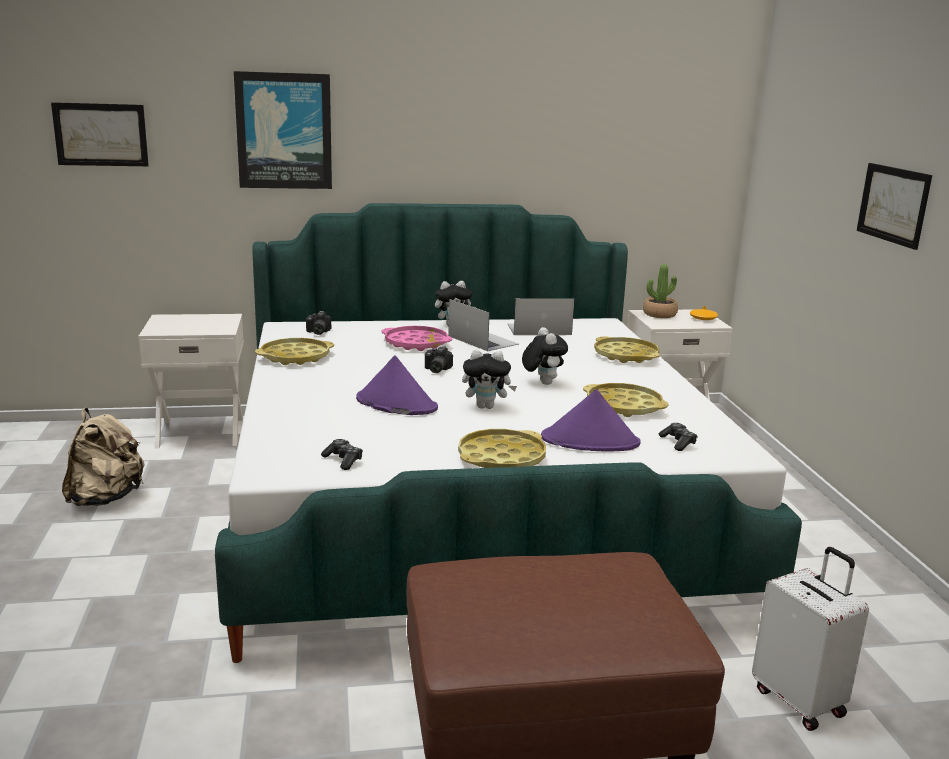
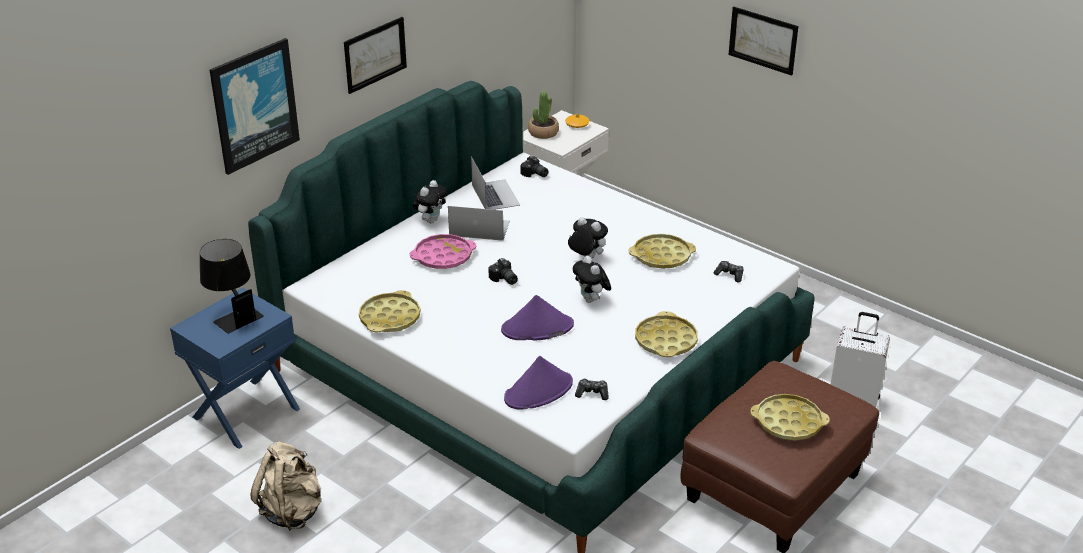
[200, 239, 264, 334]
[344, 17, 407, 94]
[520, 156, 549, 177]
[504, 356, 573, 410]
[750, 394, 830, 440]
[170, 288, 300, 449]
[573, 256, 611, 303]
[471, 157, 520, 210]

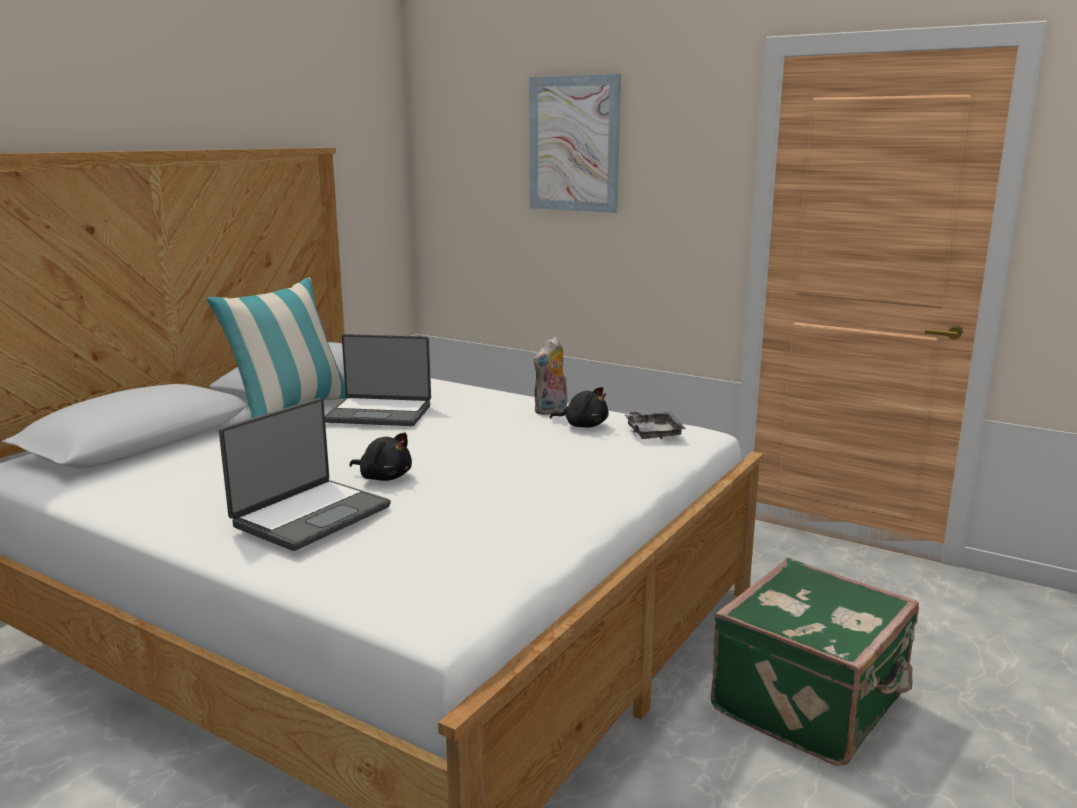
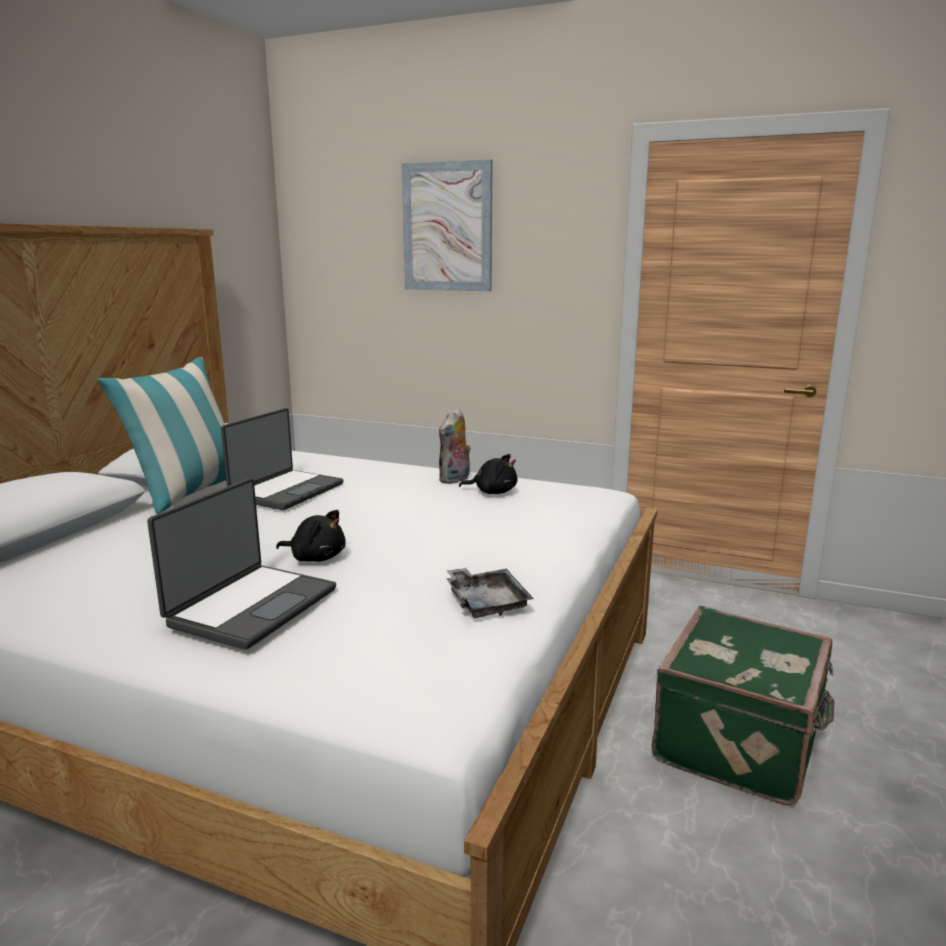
[446, 568, 534, 618]
[221, 408, 343, 510]

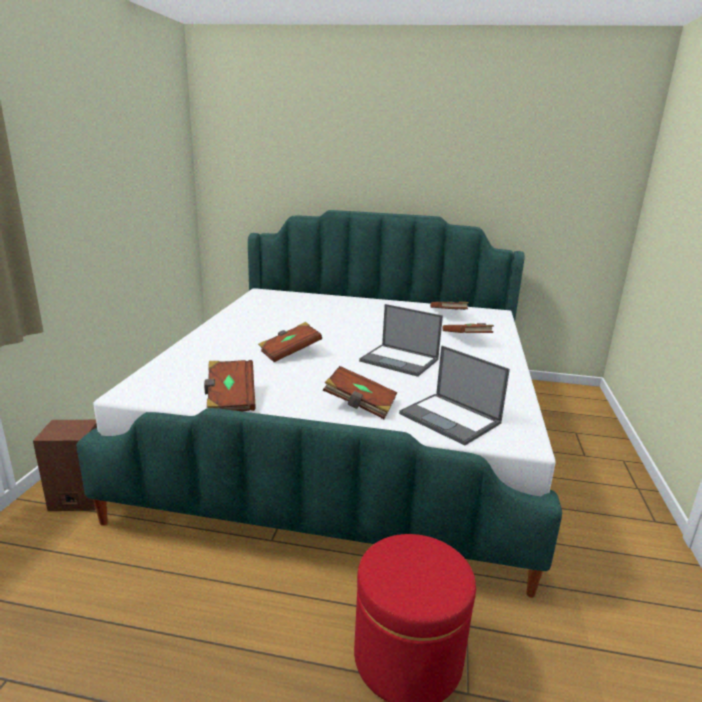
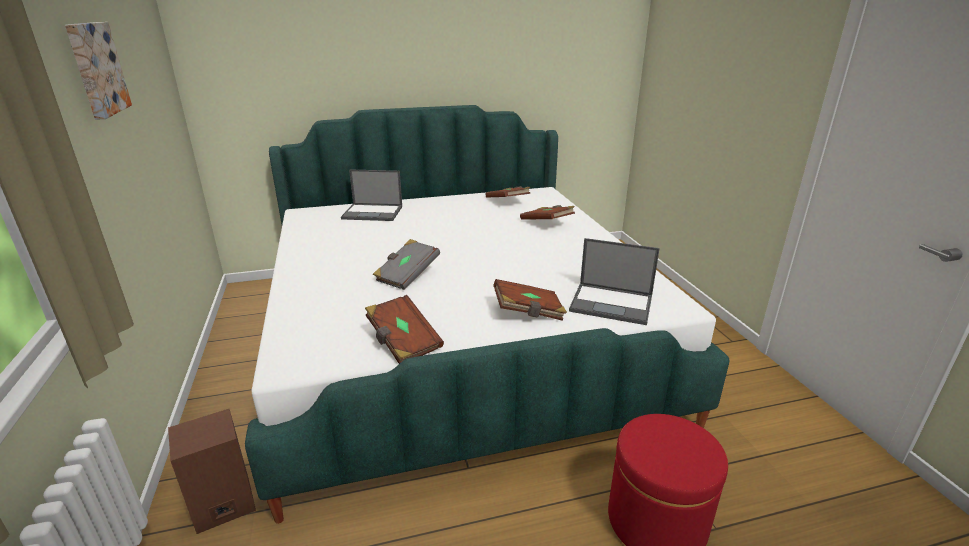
[65, 22, 132, 120]
[341, 169, 402, 221]
[373, 239, 440, 290]

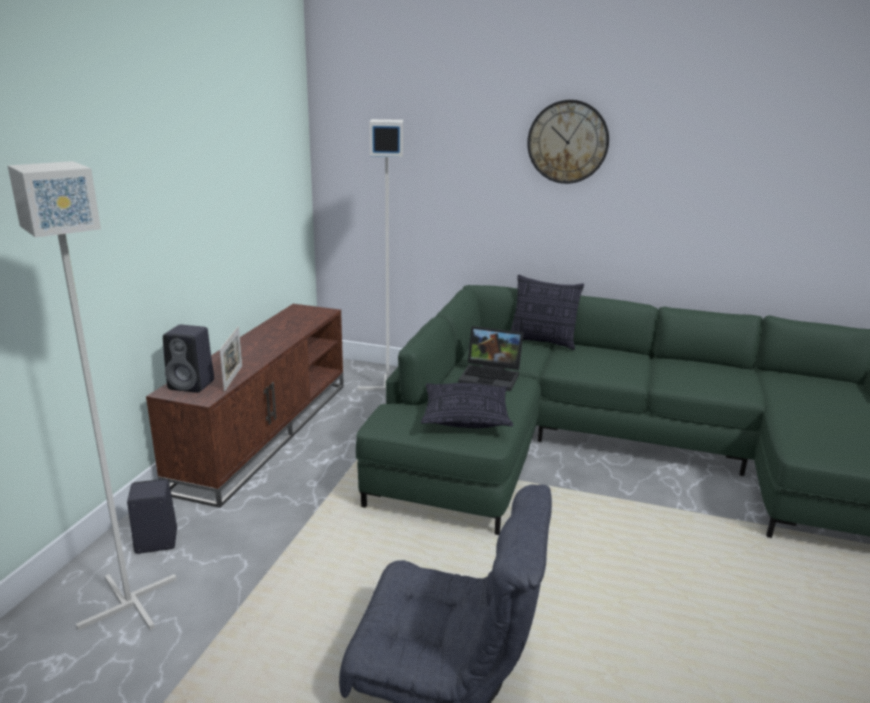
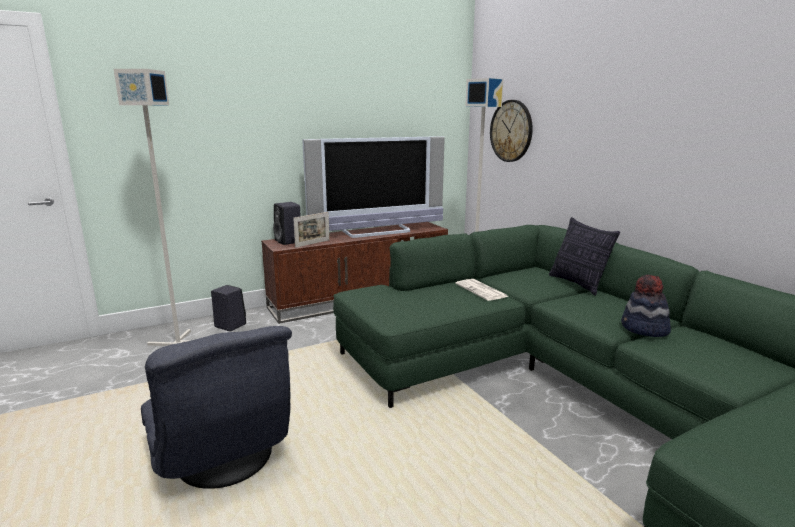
[421, 383, 513, 428] (first image)
[302, 136, 445, 238]
[621, 275, 671, 337]
[490, 100, 533, 162]
[455, 279, 509, 301]

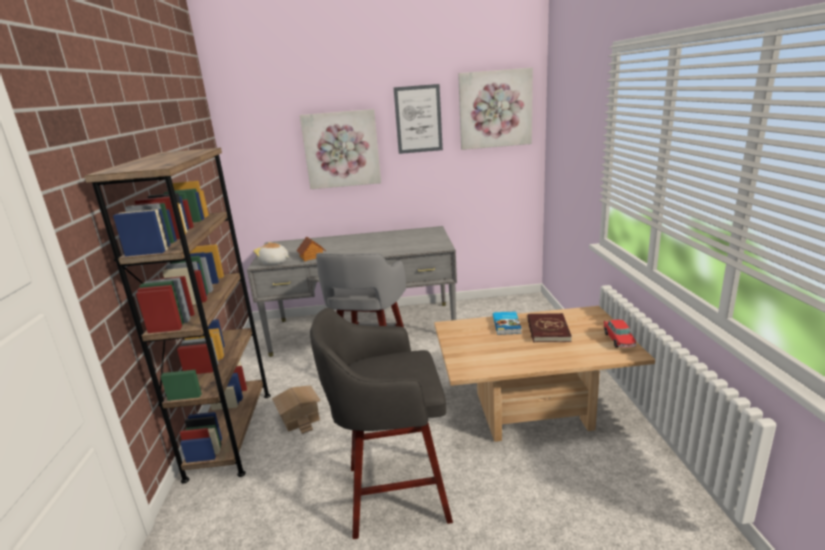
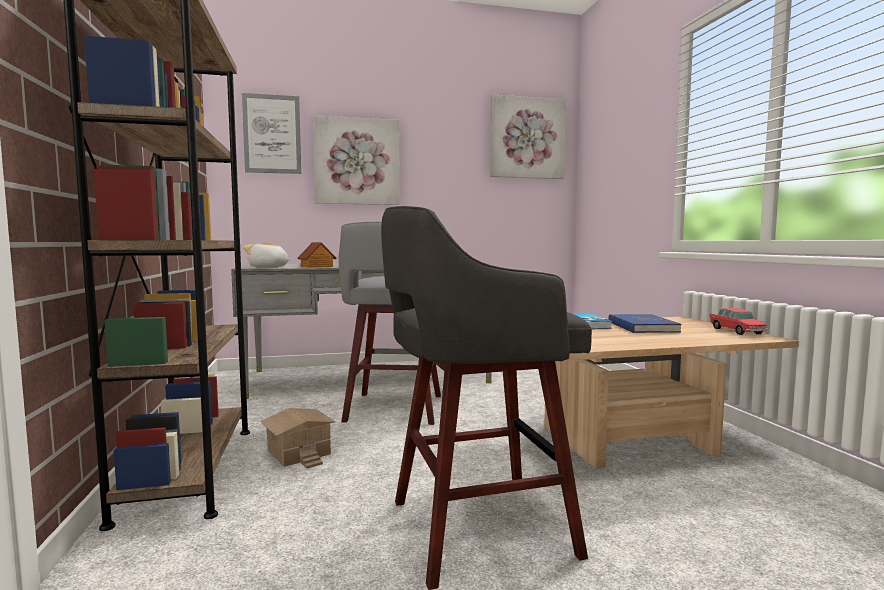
[242, 93, 301, 174]
[608, 314, 681, 333]

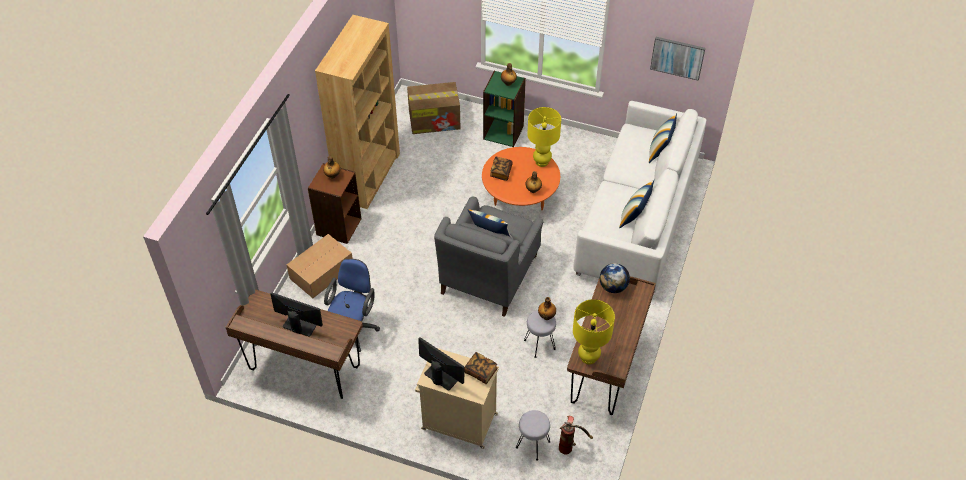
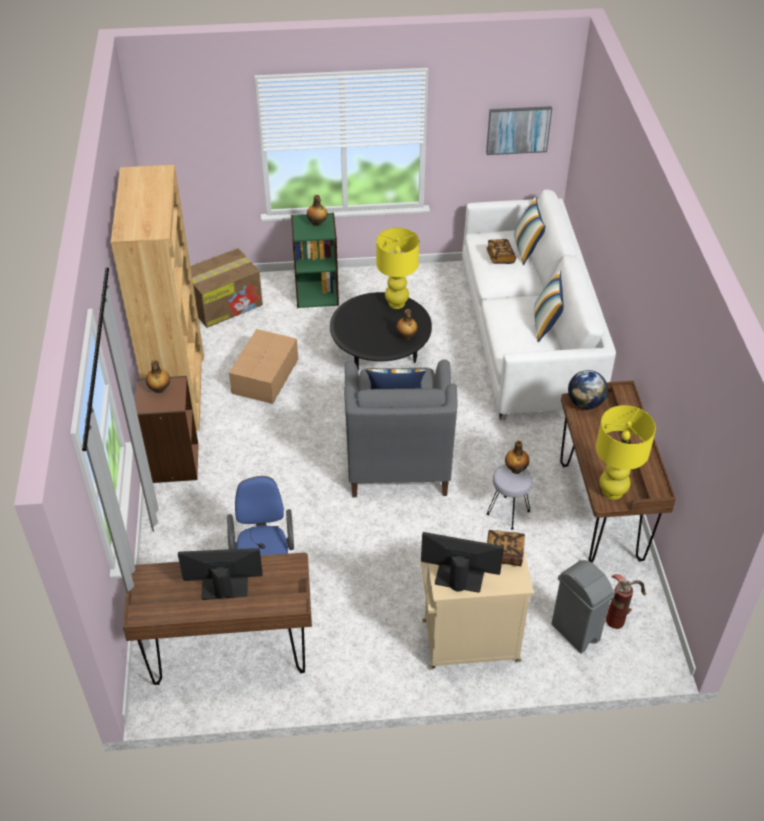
[229, 329, 298, 404]
[486, 239, 516, 264]
[552, 560, 615, 653]
[330, 292, 432, 371]

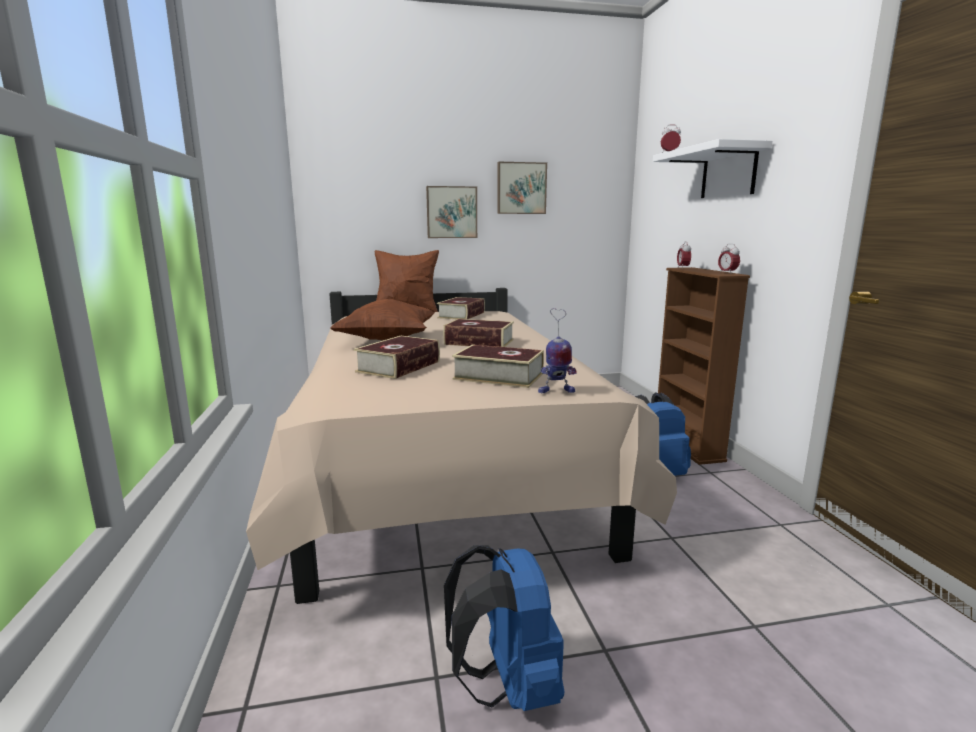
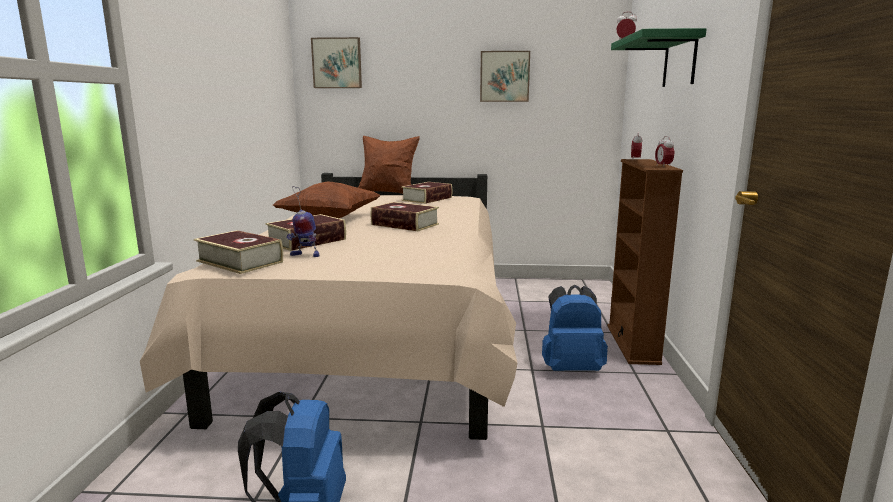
[311, 37, 362, 88]
[194, 230, 283, 274]
[286, 186, 319, 257]
[611, 28, 707, 87]

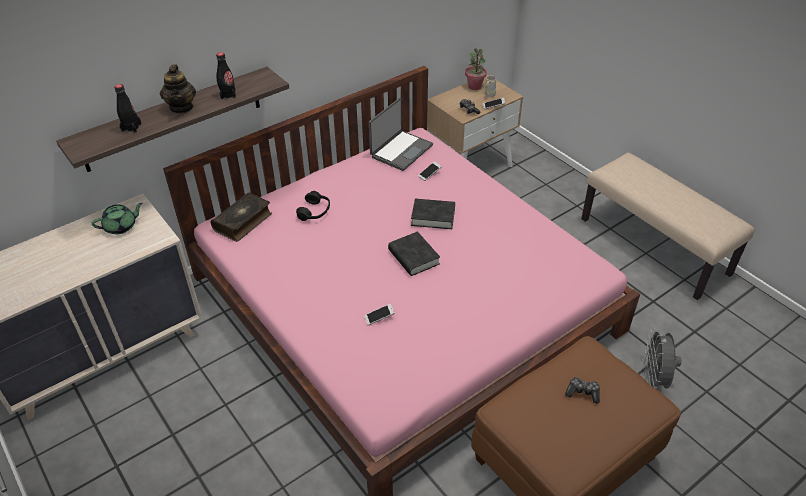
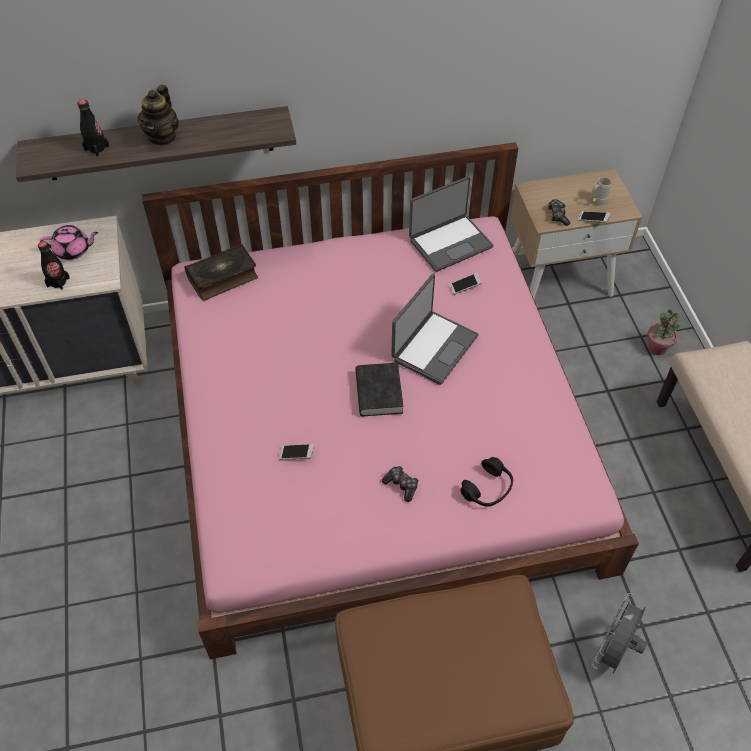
[38, 241, 70, 290]
[460, 457, 513, 506]
[647, 309, 681, 355]
[382, 466, 418, 502]
[391, 274, 478, 385]
[40, 225, 98, 260]

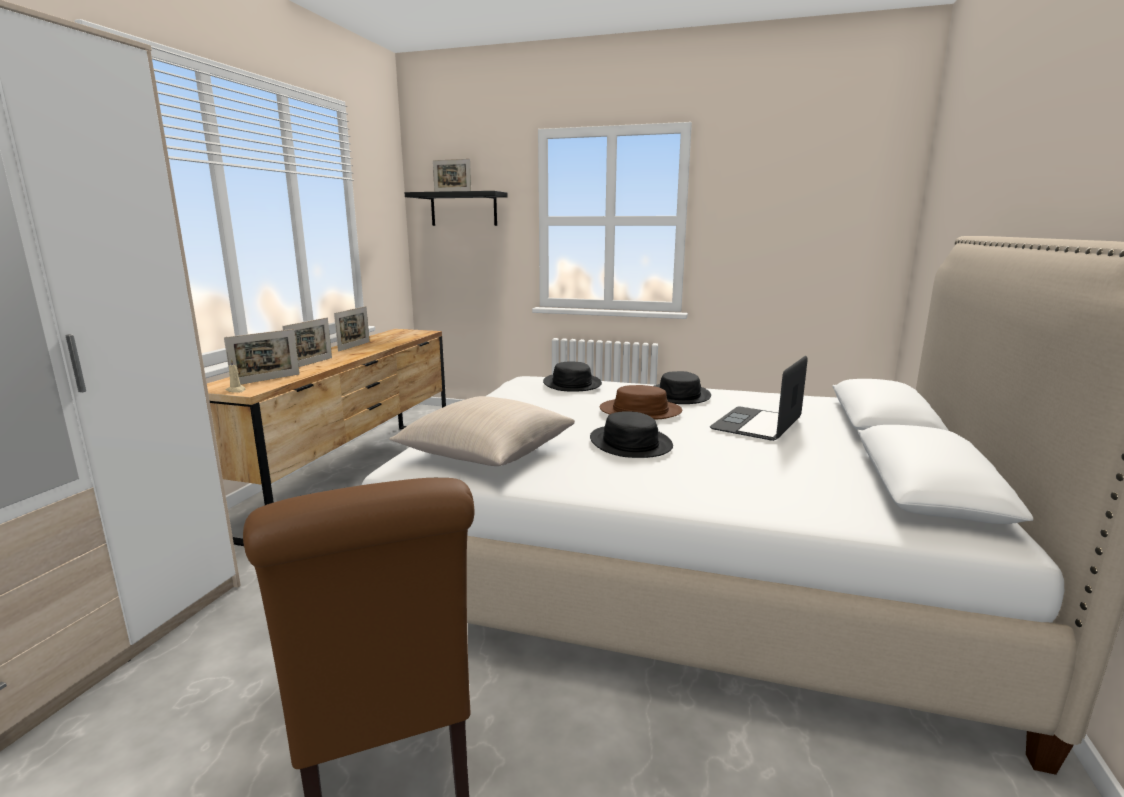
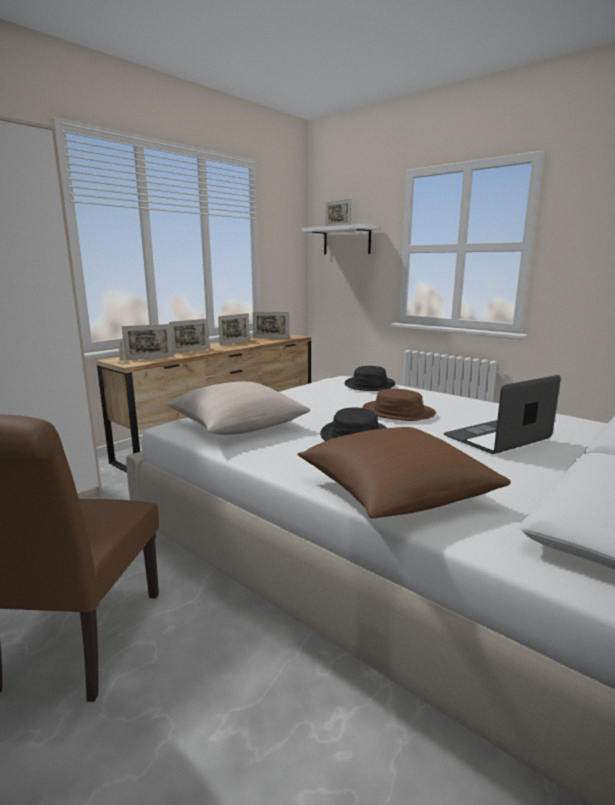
[654, 371, 711, 404] (first image)
[252, 312, 289, 338]
[297, 427, 511, 519]
[302, 224, 380, 255]

